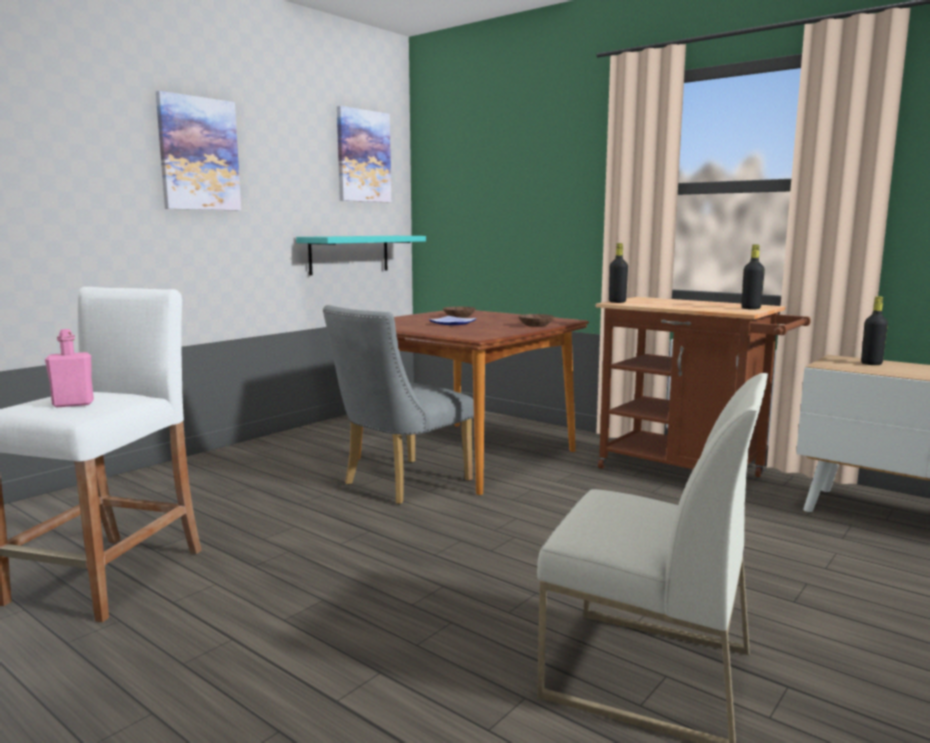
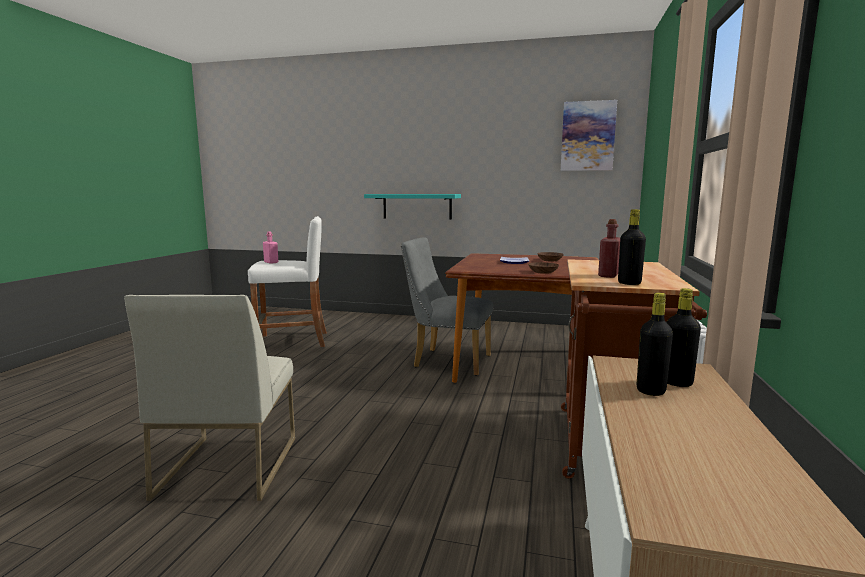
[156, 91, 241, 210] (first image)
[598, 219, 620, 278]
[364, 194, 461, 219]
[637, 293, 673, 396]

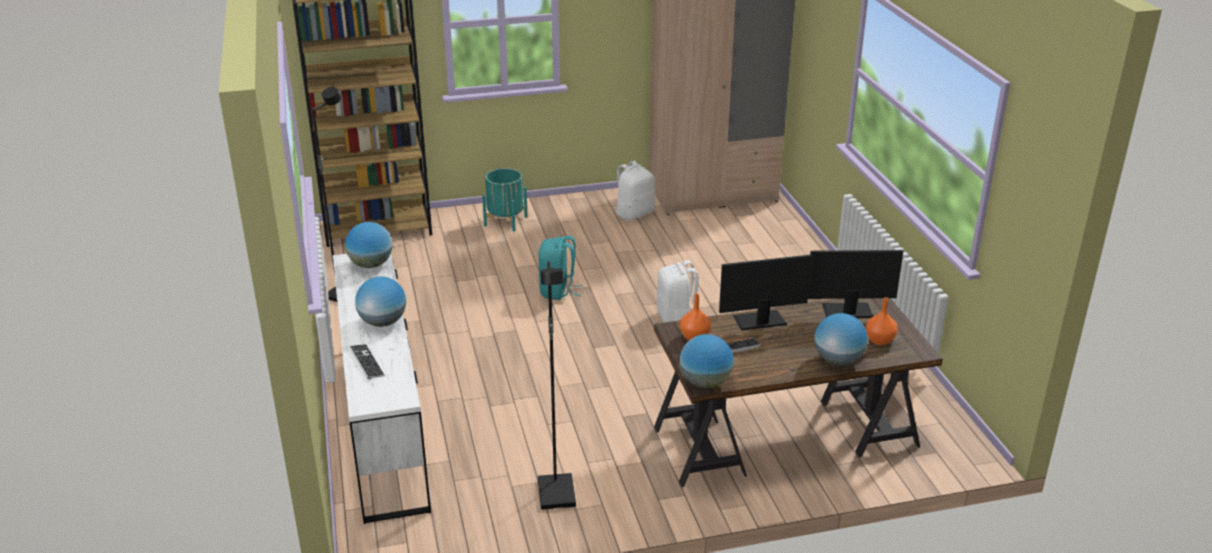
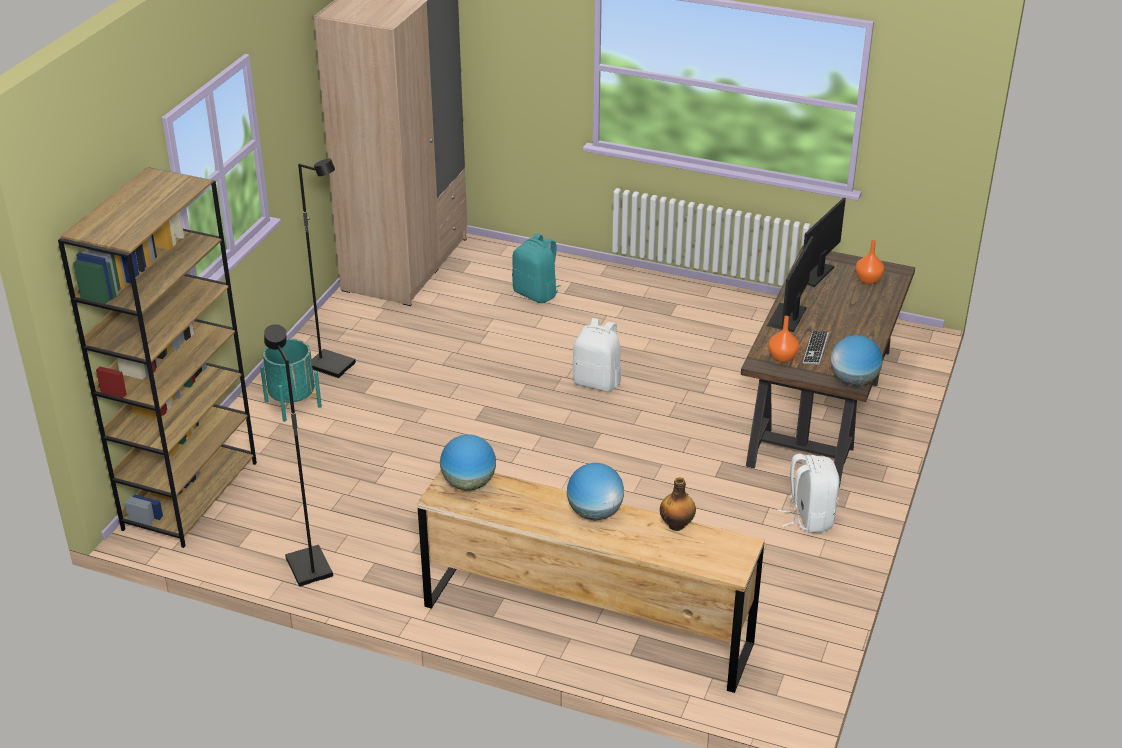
[349, 344, 385, 379] (first image)
[814, 313, 868, 366] (first image)
[660, 477, 696, 531]
[298, 159, 356, 378]
[512, 233, 561, 303]
[777, 454, 839, 533]
[417, 470, 765, 693]

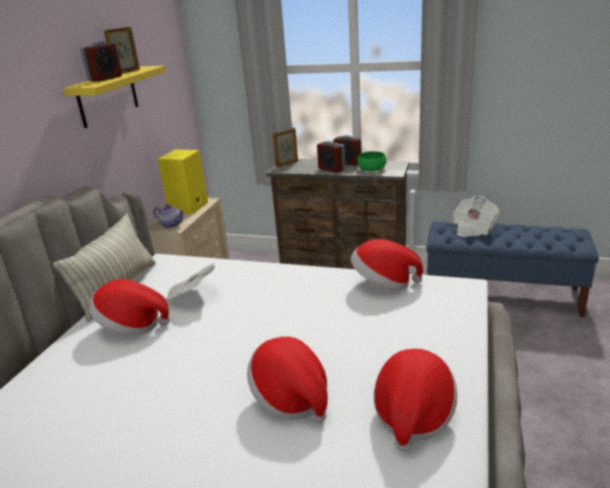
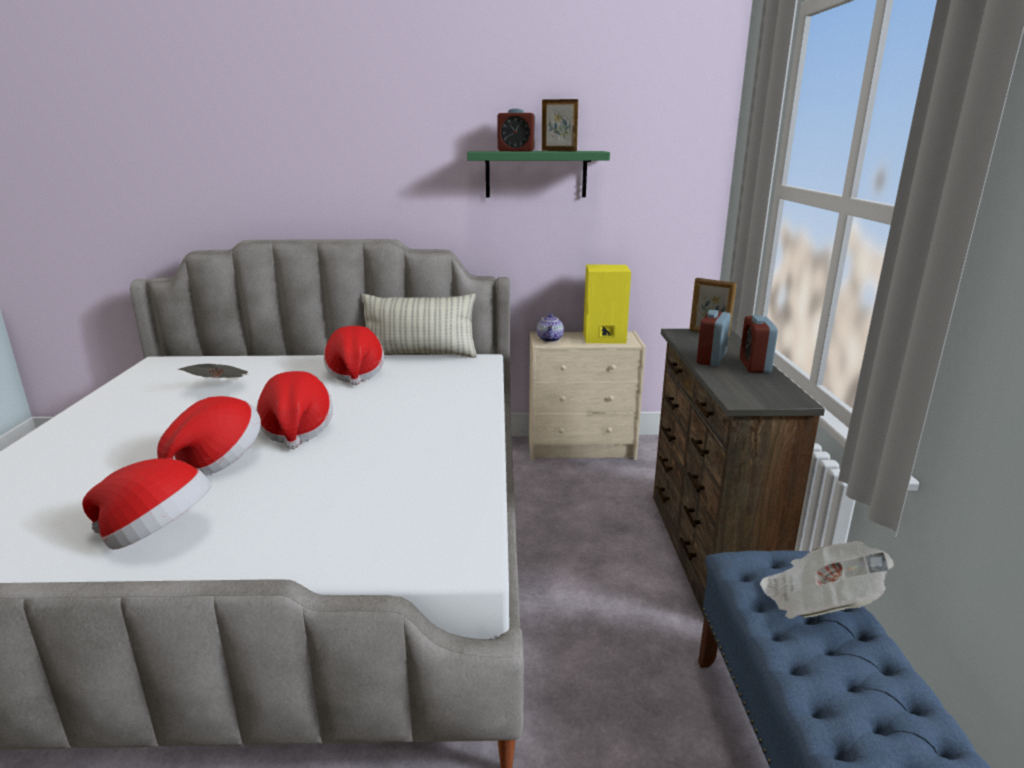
[357, 151, 386, 171] (first image)
[178, 364, 248, 378]
[257, 371, 333, 449]
[467, 151, 610, 198]

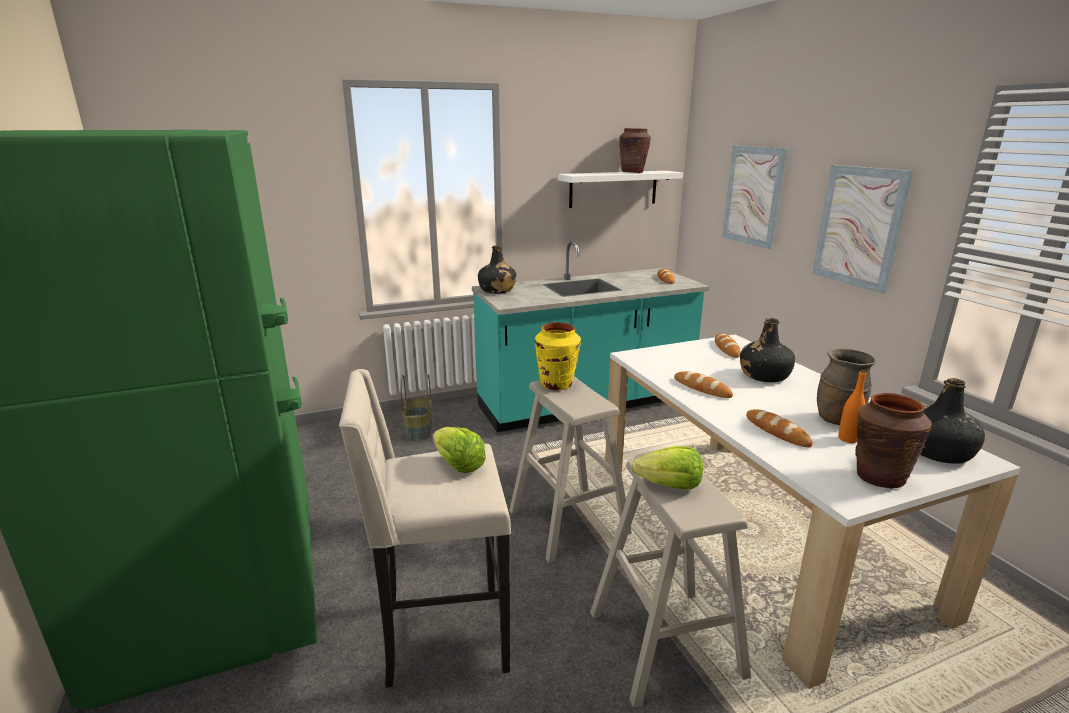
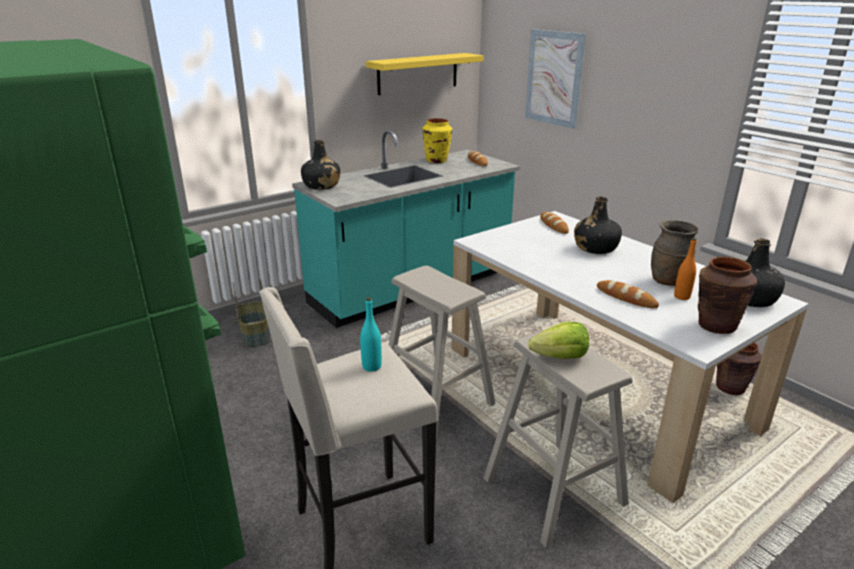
[674, 371, 733, 398] (first image)
[812, 165, 913, 294] (first image)
[422, 118, 452, 163]
[716, 342, 762, 395]
[360, 297, 382, 372]
[366, 53, 483, 95]

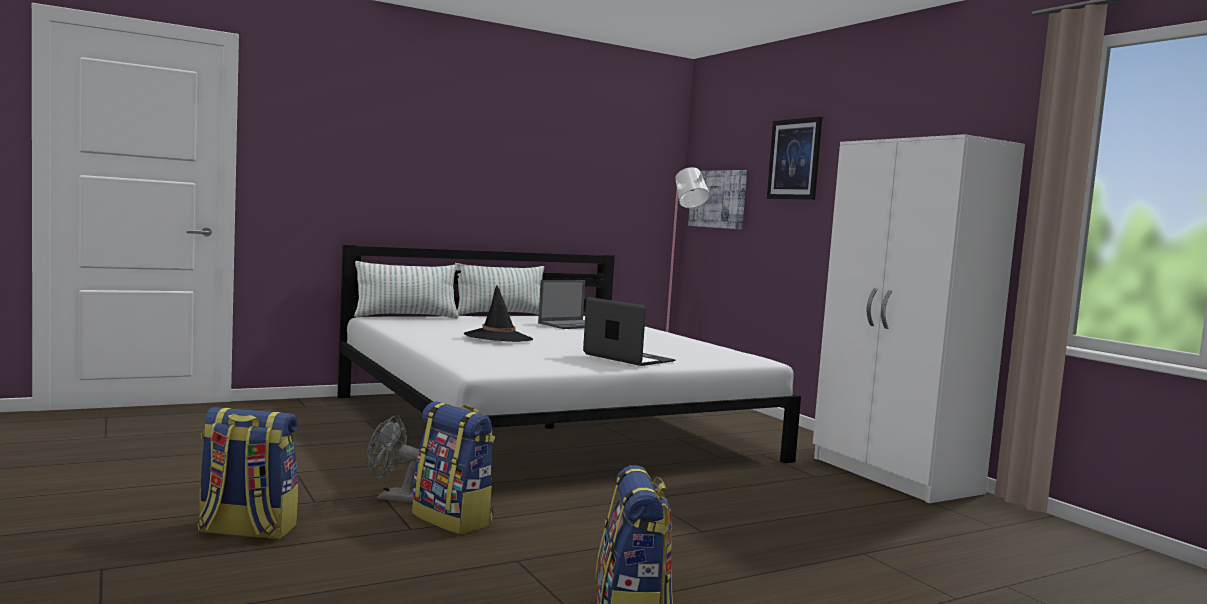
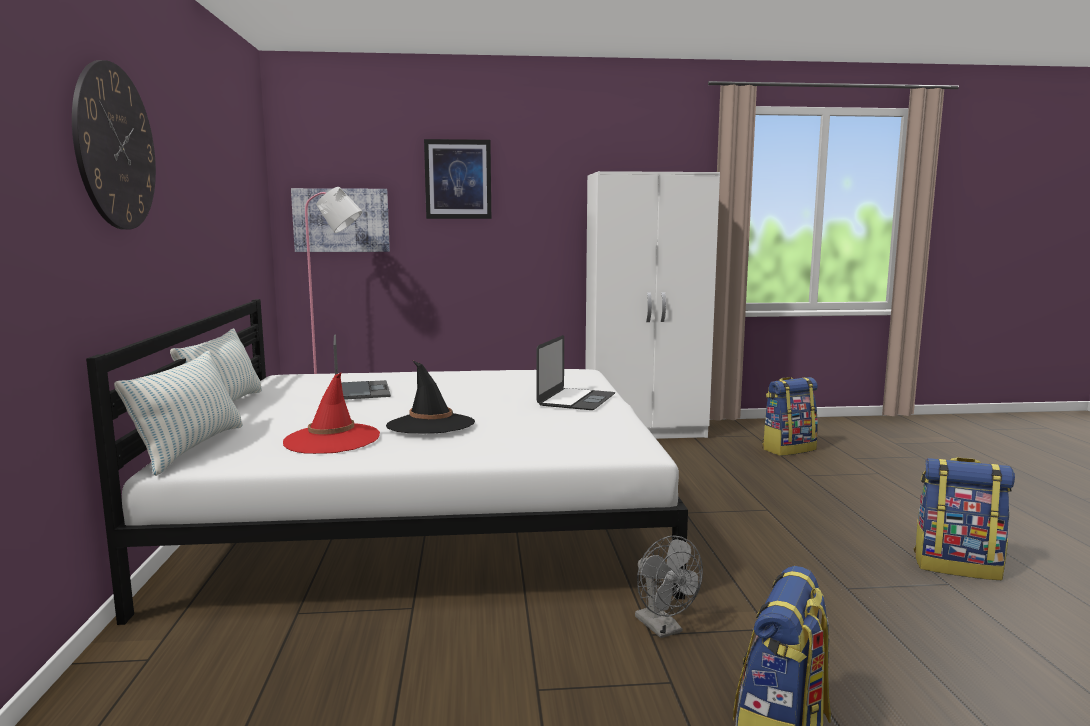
[72, 60, 156, 230]
[283, 372, 380, 454]
[762, 377, 818, 456]
[635, 535, 703, 638]
[536, 335, 615, 410]

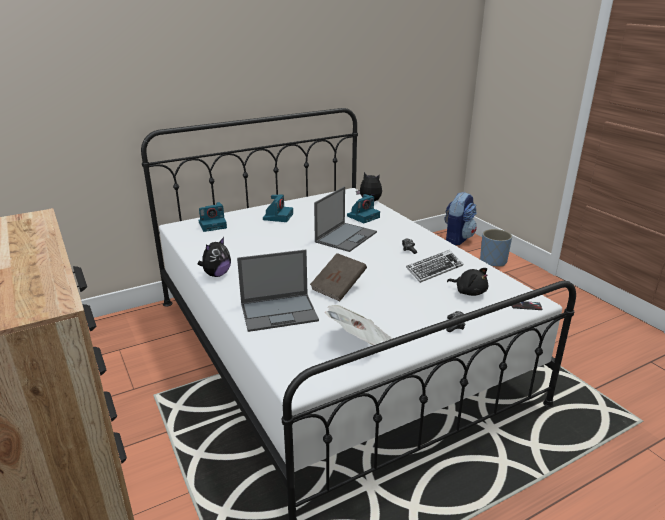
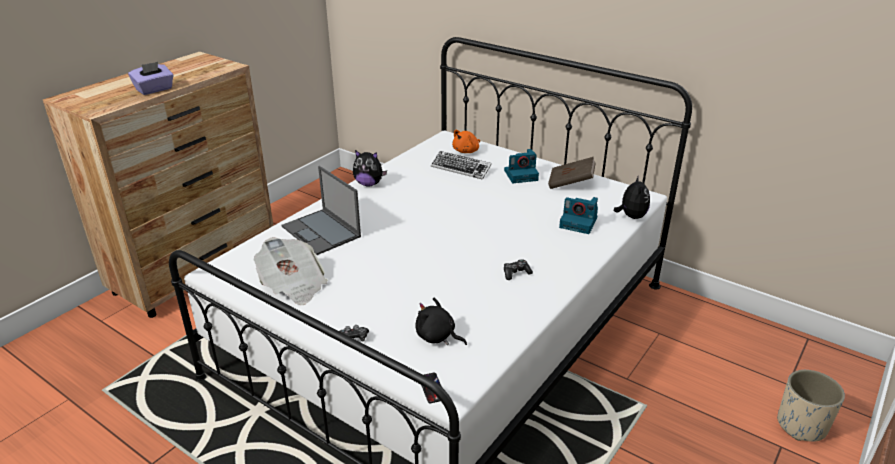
[314, 187, 377, 252] (first image)
[445, 192, 477, 245] (first image)
[128, 62, 173, 95]
[548, 157, 596, 189]
[431, 151, 492, 180]
[452, 130, 480, 153]
[777, 370, 845, 442]
[415, 297, 467, 345]

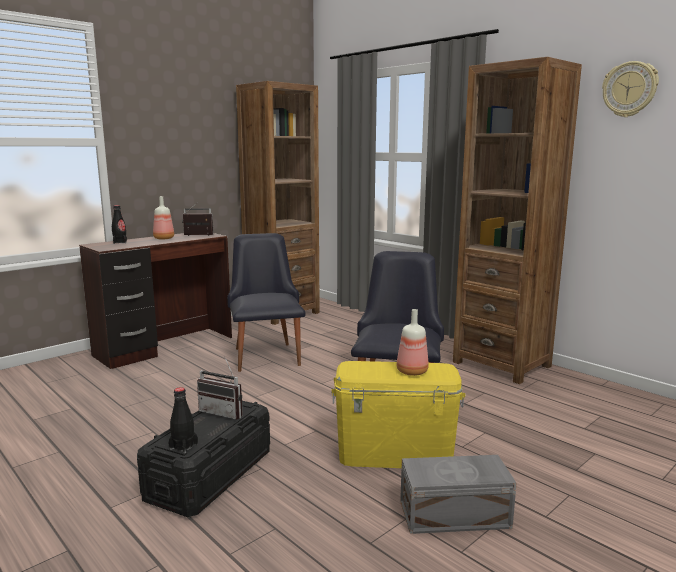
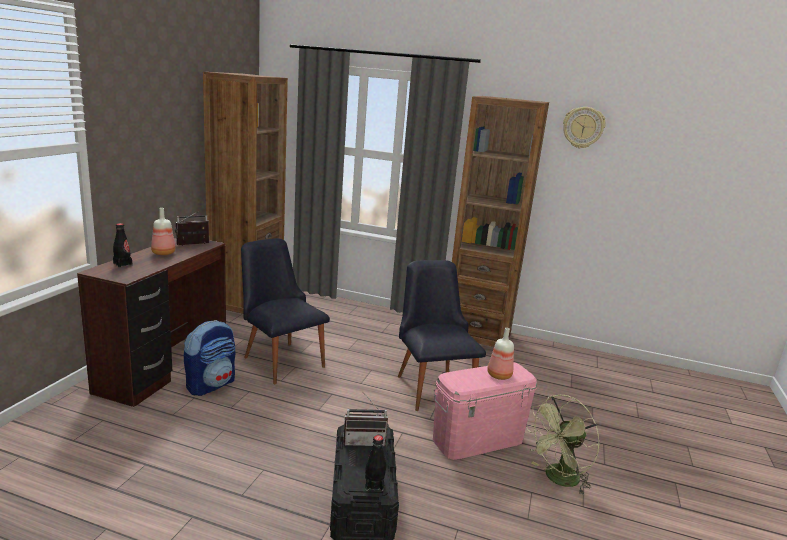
[184, 320, 235, 396]
[526, 395, 599, 495]
[433, 363, 537, 460]

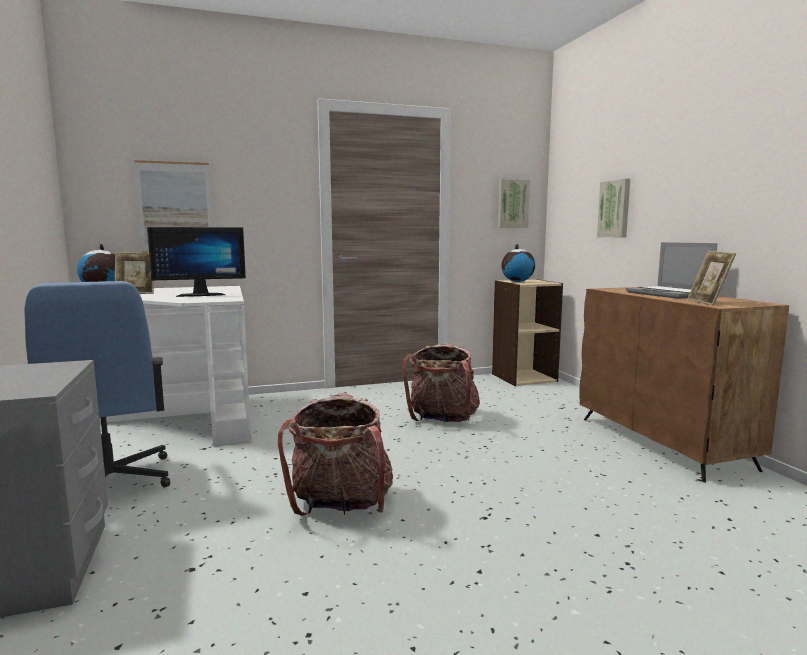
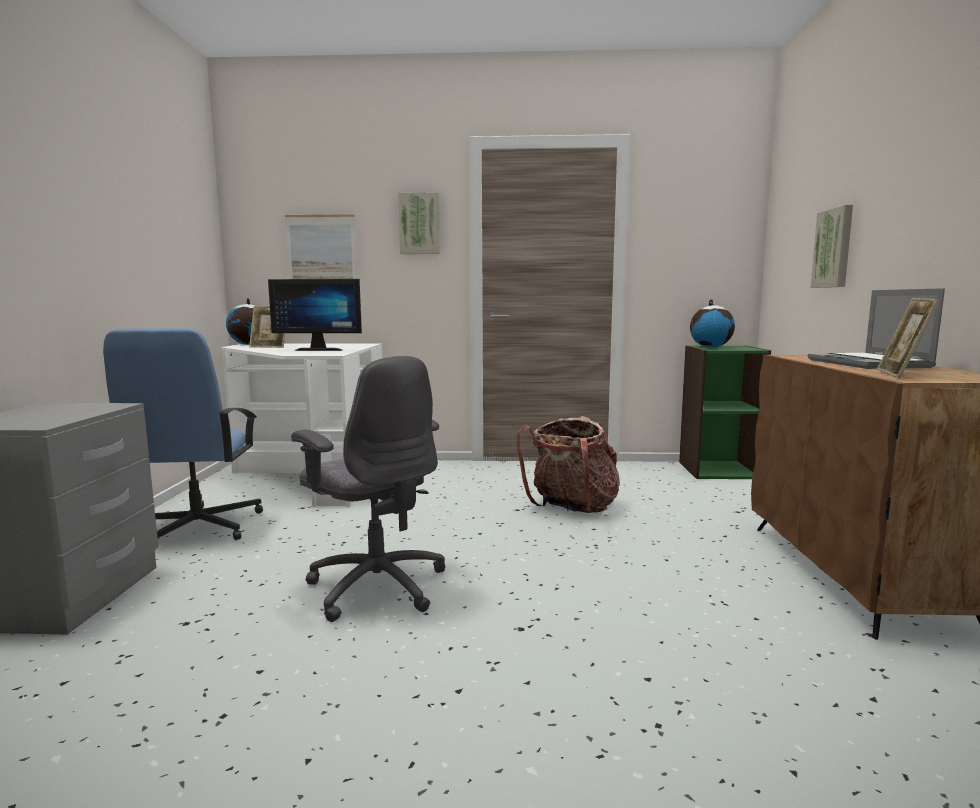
[398, 192, 440, 254]
[291, 356, 445, 622]
[679, 346, 771, 479]

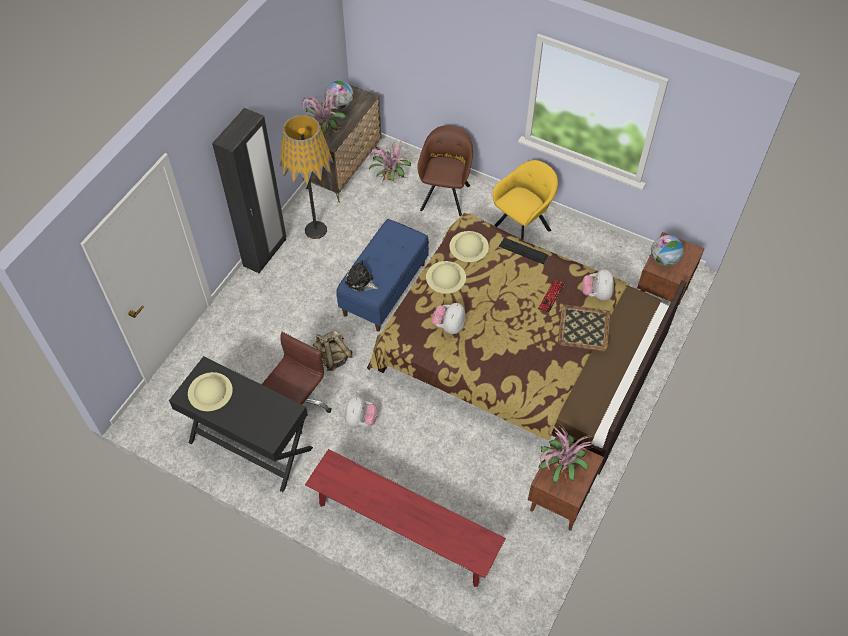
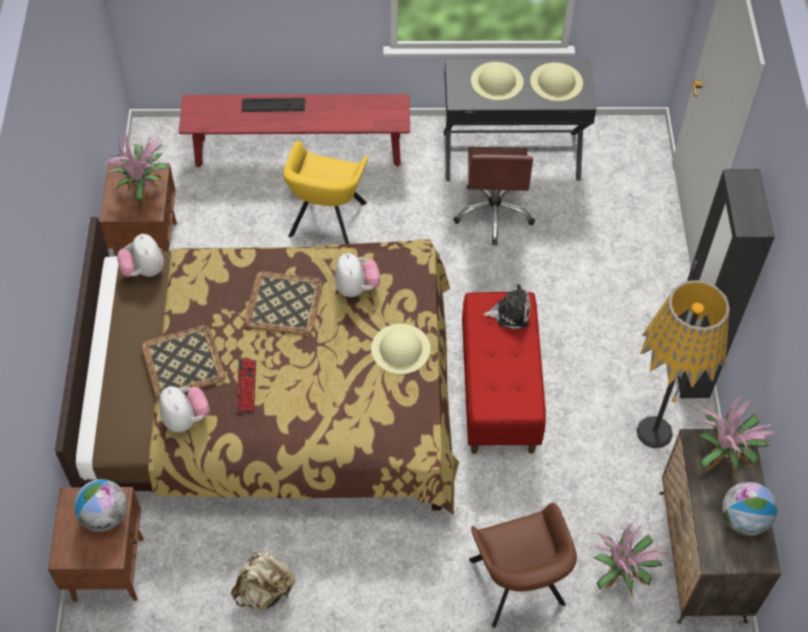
[244, 271, 323, 335]
[231, 551, 295, 610]
[117, 234, 164, 277]
[471, 62, 524, 101]
[283, 141, 368, 244]
[241, 98, 305, 112]
[462, 292, 546, 454]

